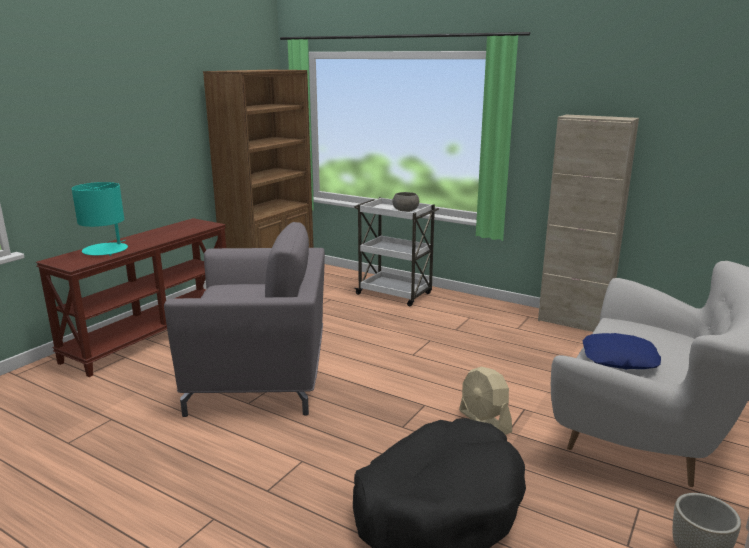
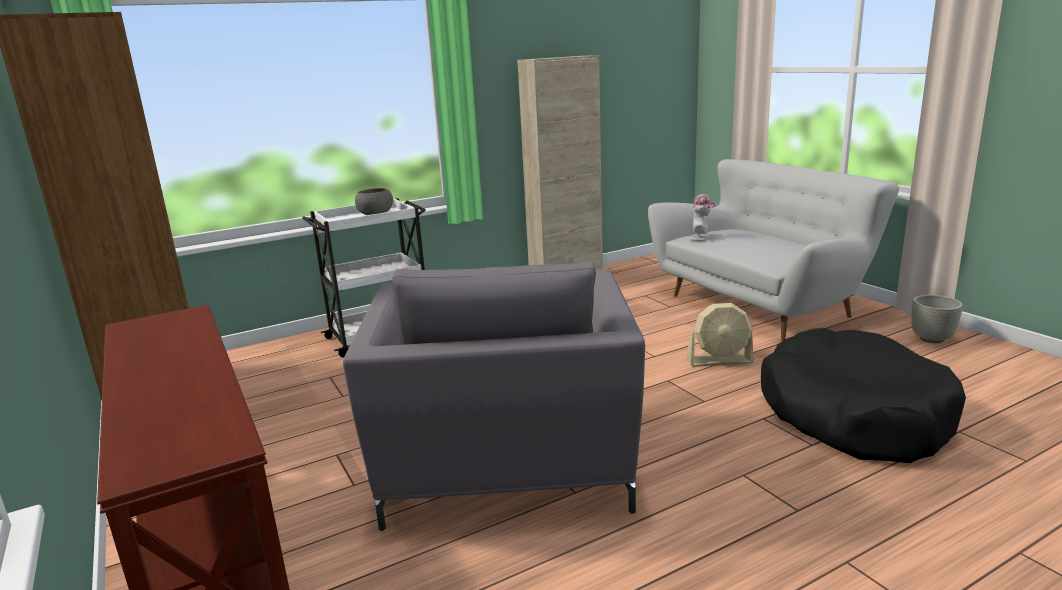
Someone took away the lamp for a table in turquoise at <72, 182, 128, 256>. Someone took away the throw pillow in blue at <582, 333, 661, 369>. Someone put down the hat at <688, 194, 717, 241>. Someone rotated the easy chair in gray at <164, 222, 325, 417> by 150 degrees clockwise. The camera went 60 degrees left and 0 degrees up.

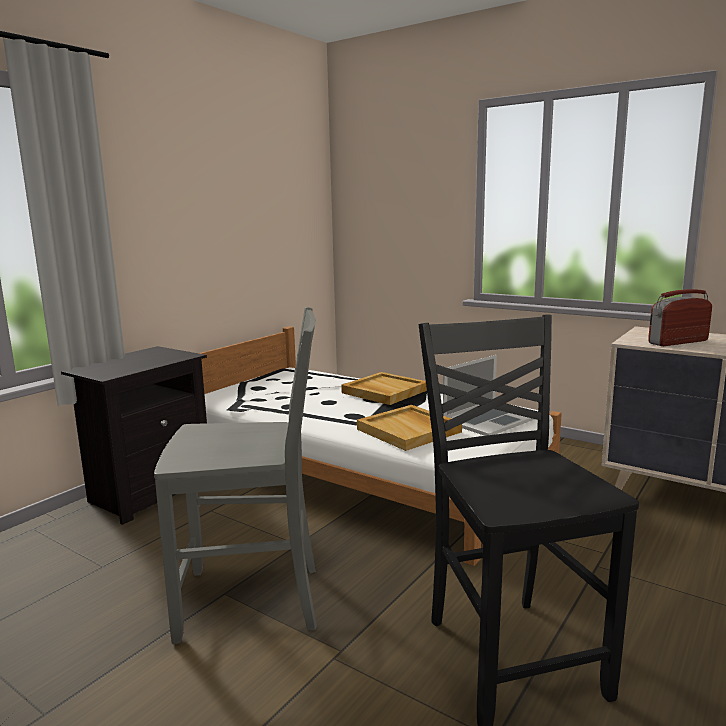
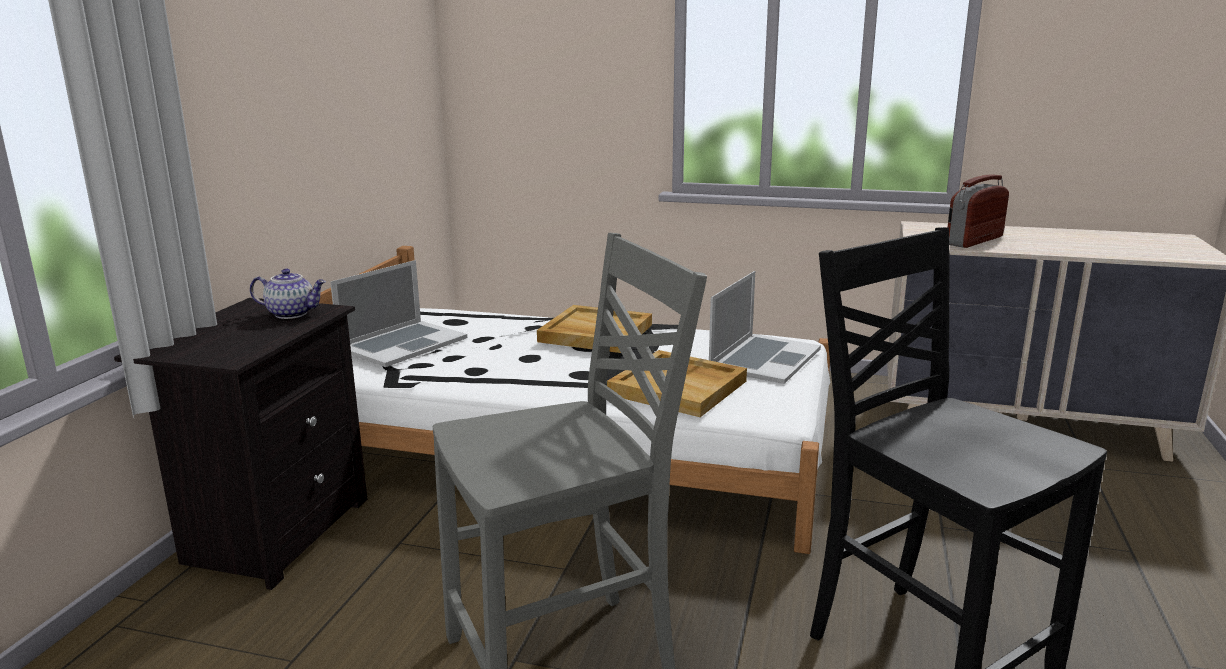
Someone put down the pot for tea at <250, 269, 326, 319>. Someone put down the portable computer at <330, 260, 467, 367>. The camera went 20 degrees left and 5 degrees up.

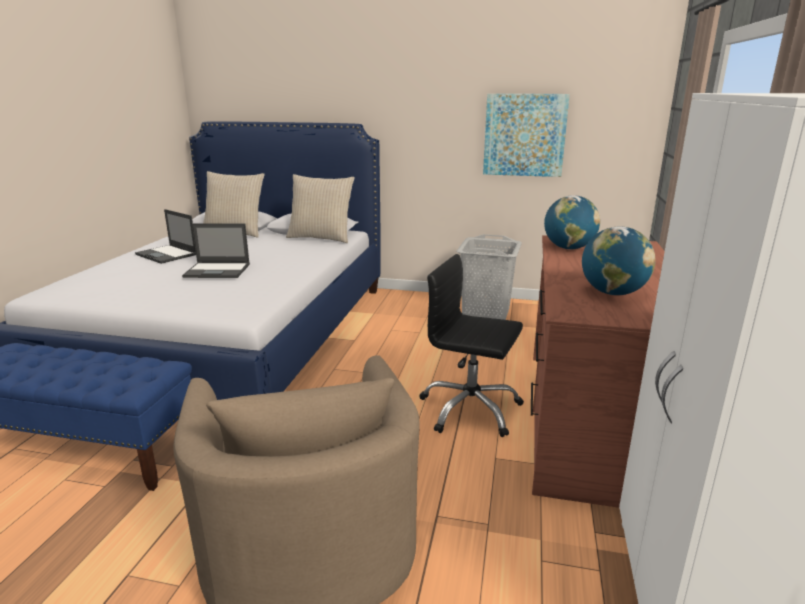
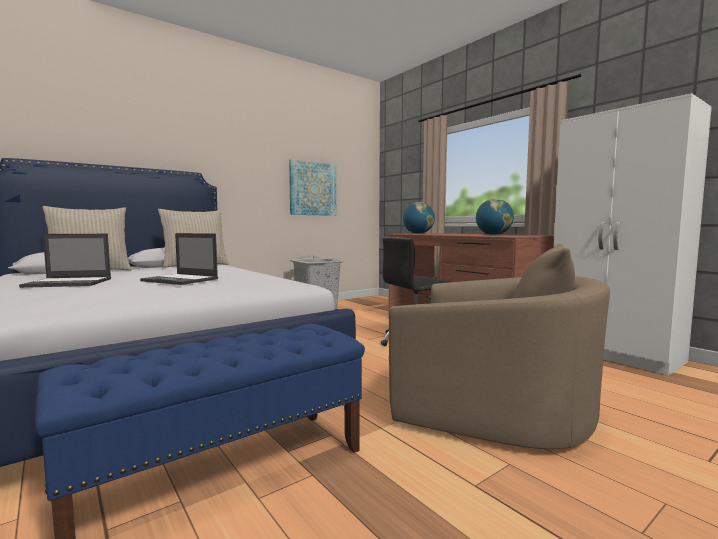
Someone rotated the portable computer at <182, 223, 250, 278> by 75 degrees clockwise. The camera went 50 degrees left and 15 degrees down.

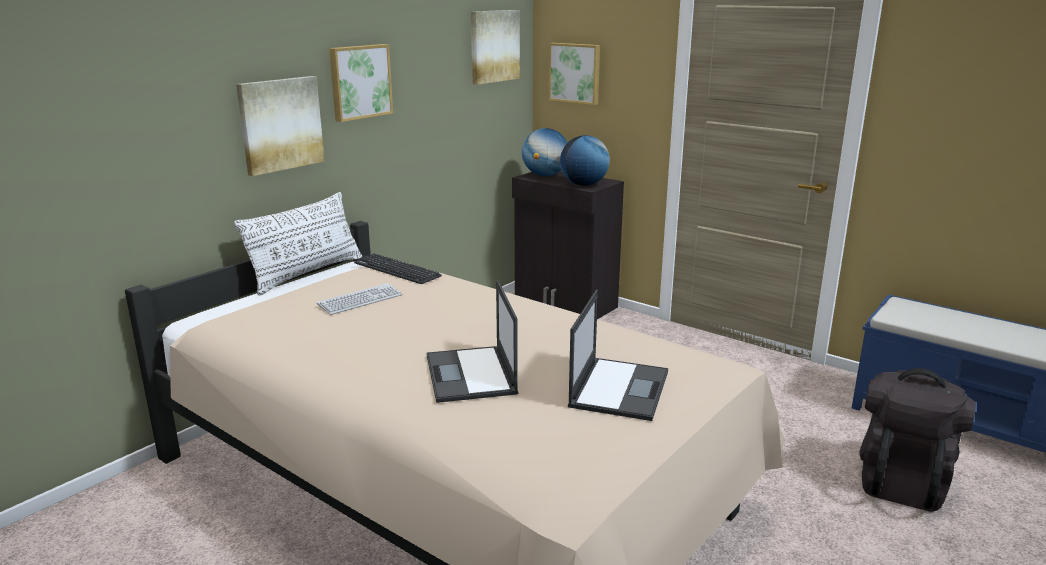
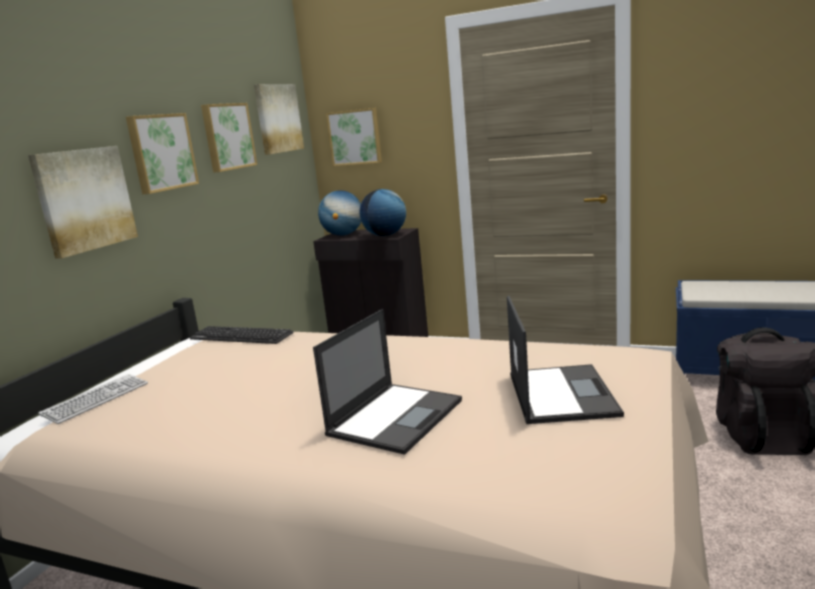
Someone took away the throw pillow in white-coloured at <234, 192, 362, 295>. Someone put up the picture at <201, 103, 257, 173>. Someone carried the keyboard from <317, 283, 402, 315> to <38, 374, 148, 424>. Someone rotated the portable computer at <427, 280, 518, 403> by 120 degrees counterclockwise. The camera went 15 degrees left and 5 degrees down.

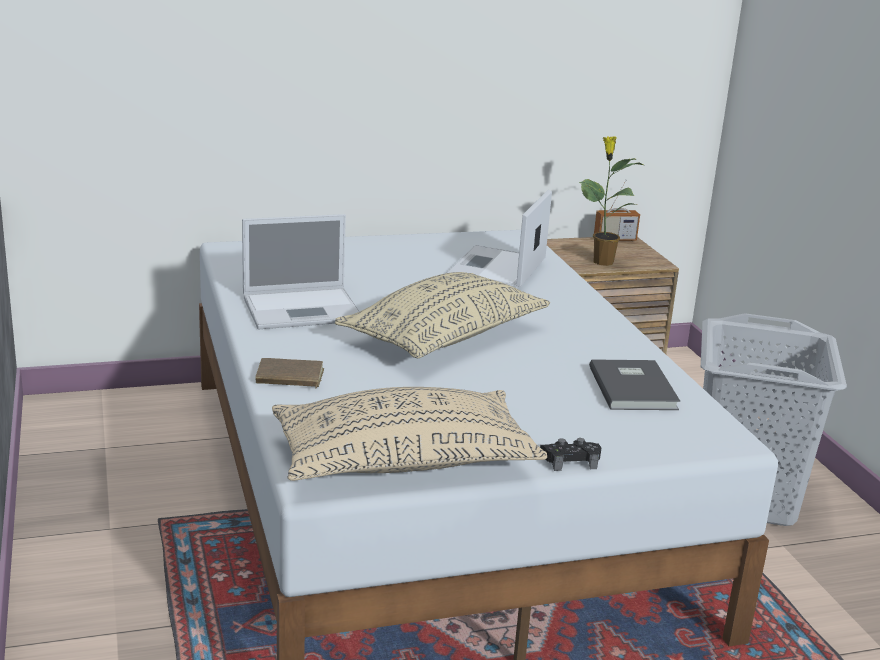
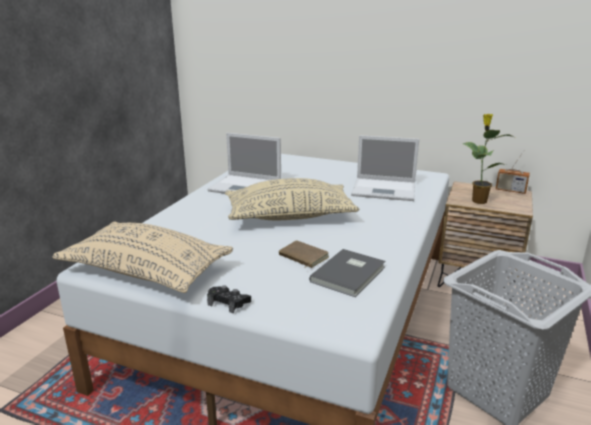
Someone carried the bound book in brown-coloured from <255, 358, 324, 389> to <279, 240, 329, 268>. Someone rotated the portable computer at <447, 190, 552, 289> by 135 degrees counterclockwise. The camera went 40 degrees right and 0 degrees up.

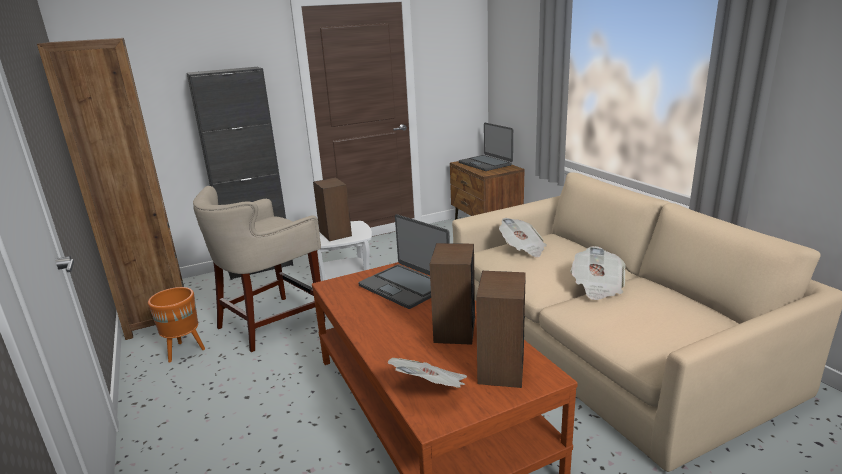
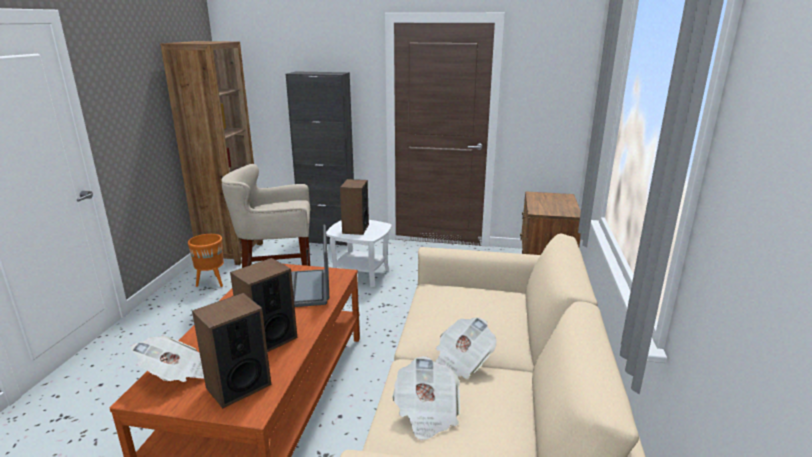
Someone took away the portable computer at <459, 123, 513, 171>. Someone carried the printed paper from <499, 218, 547, 258> to <392, 356, 460, 440>. The camera went 35 degrees right and 0 degrees up.

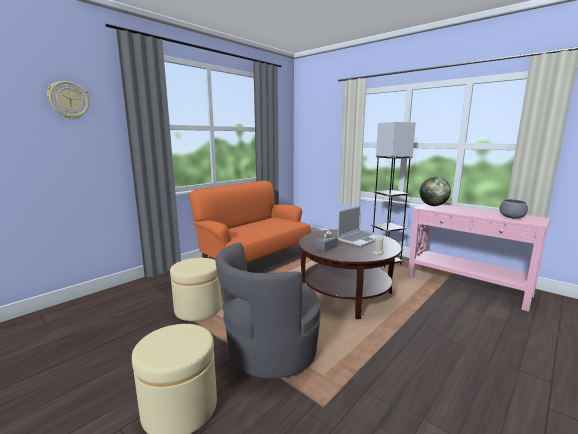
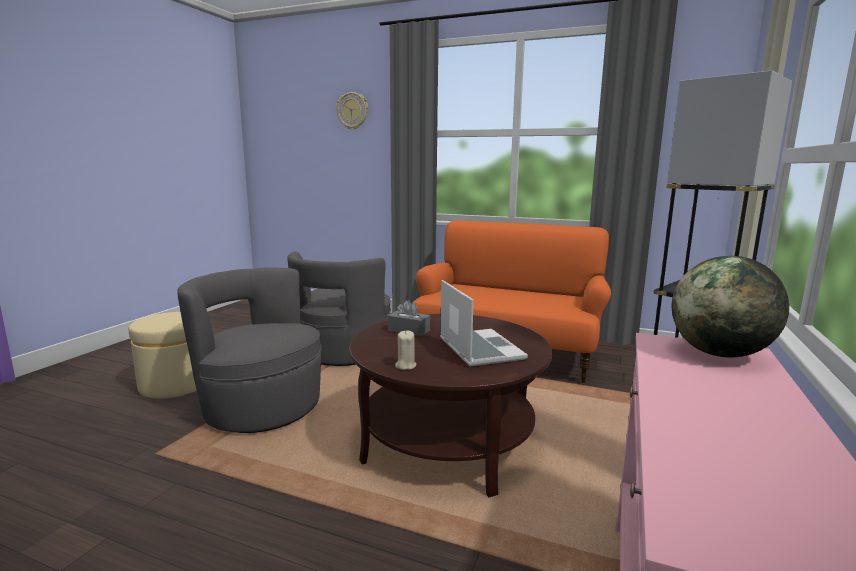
Someone took away the bowl in gray at <499, 199, 528, 219>. Someone swapped the pouffe in sand-coloured at <170, 258, 222, 321> for the easy chair in gray at <287, 251, 391, 366>. Someone rotated the portable computer at <337, 206, 383, 247> by 135 degrees counterclockwise. The camera went 70 degrees right and 0 degrees up.

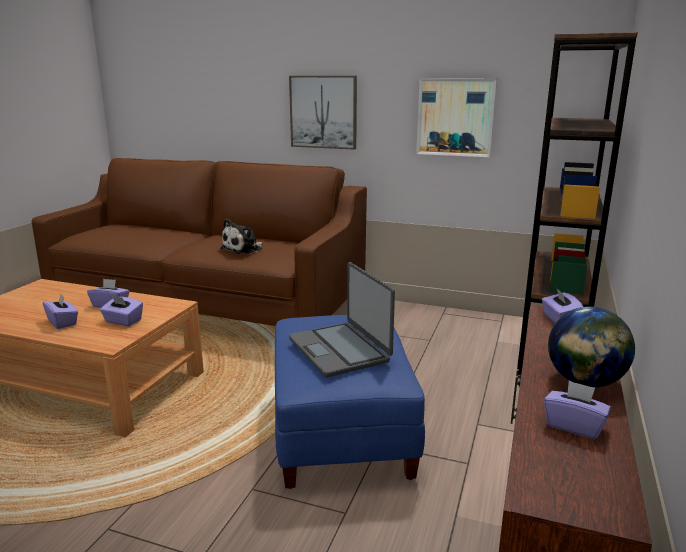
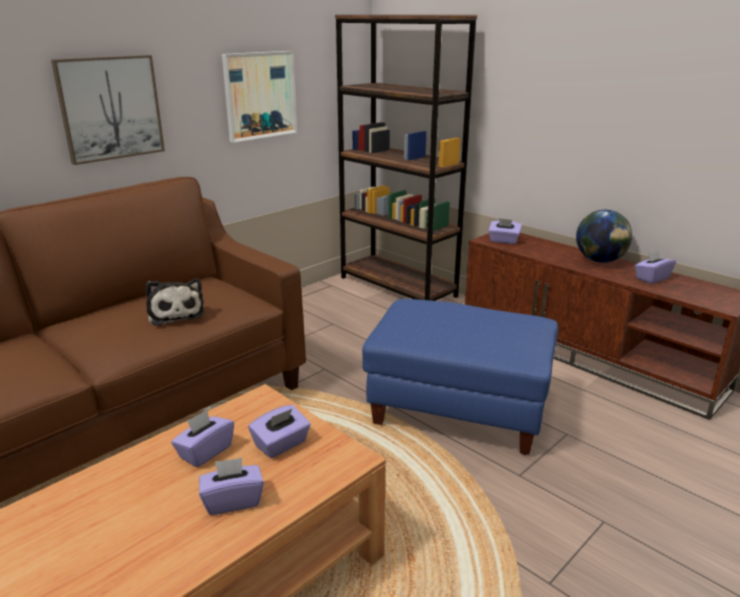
Someone took away the portable computer at <289, 262, 395, 377>. The camera went 65 degrees left and 5 degrees up.

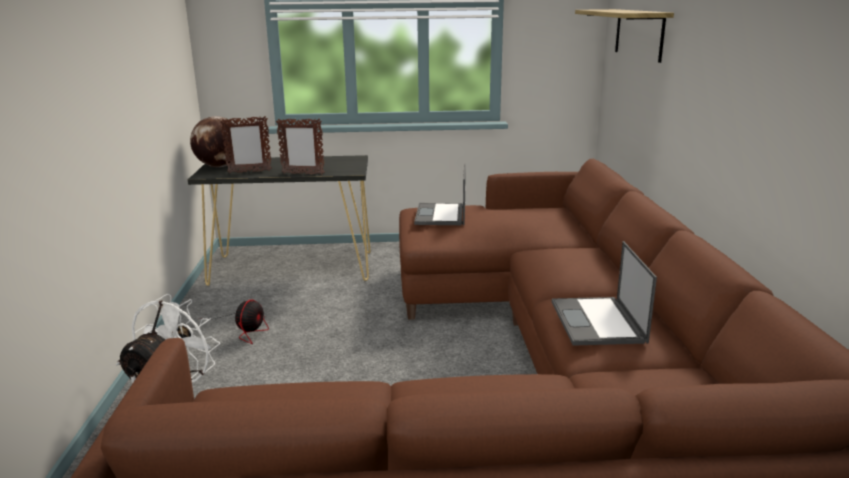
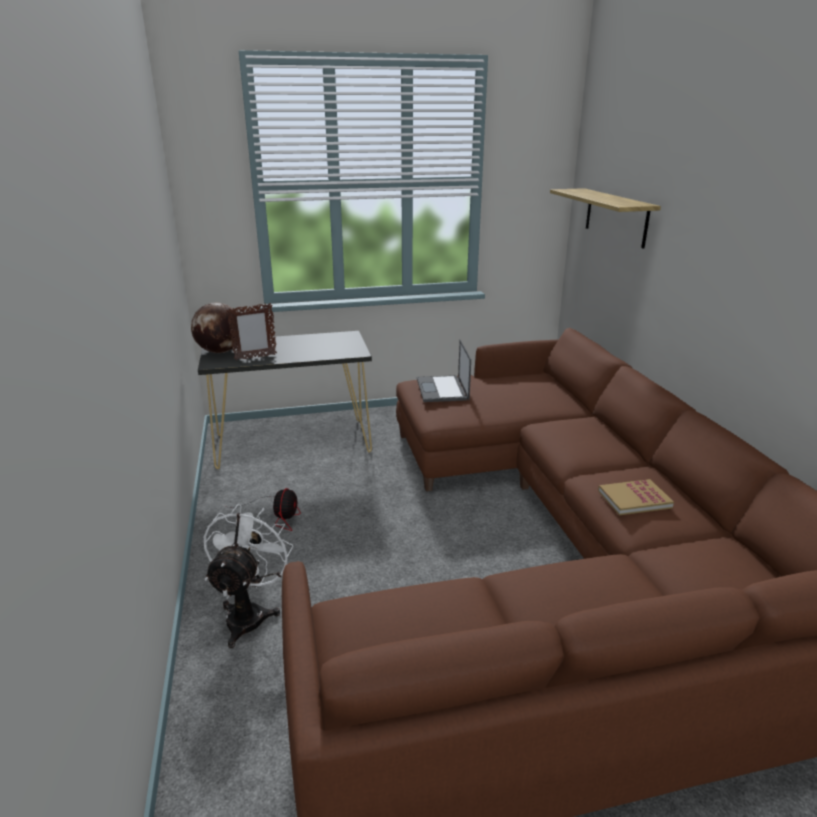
Someone took away the photo frame at <276, 118, 325, 175>. Someone swapped the portable computer at <552, 241, 657, 346> for the bound book at <598, 479, 674, 515>. The camera went 10 degrees left and 5 degrees up.

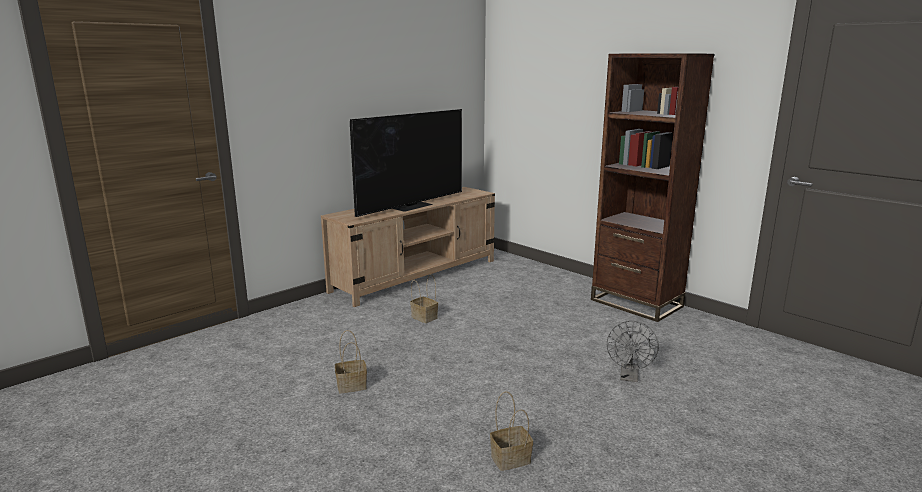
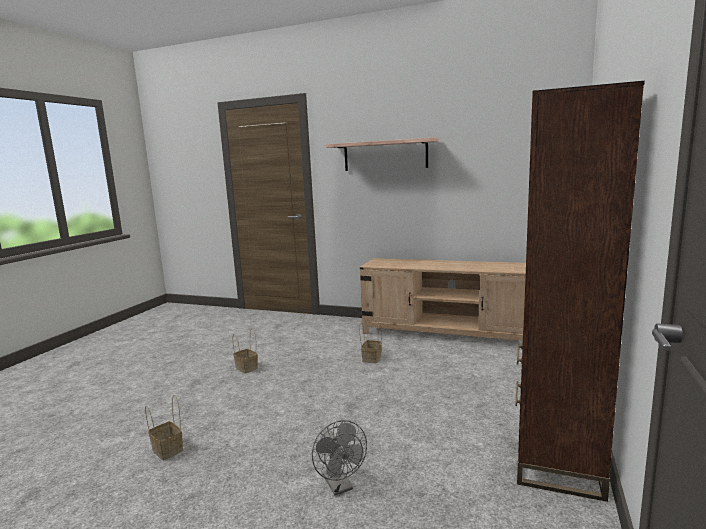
Someone took away the TV set at <350, 109, 462, 217>. Someone put up the bracket shelf at <326, 138, 439, 171>. Someone rotated the cooling fan in gray at <607, 321, 659, 382> by 105 degrees counterclockwise. The camera went 65 degrees right and 5 degrees down.

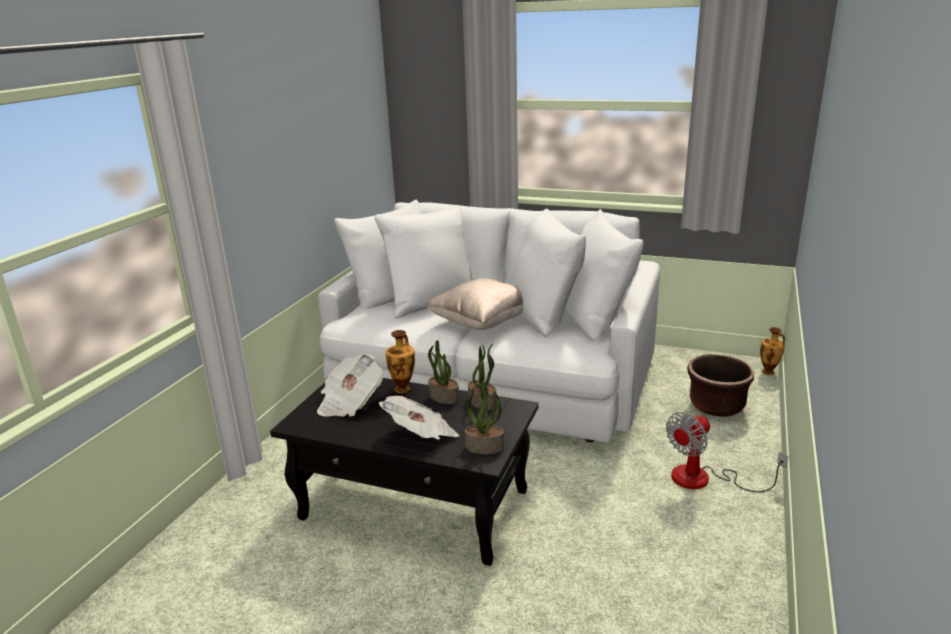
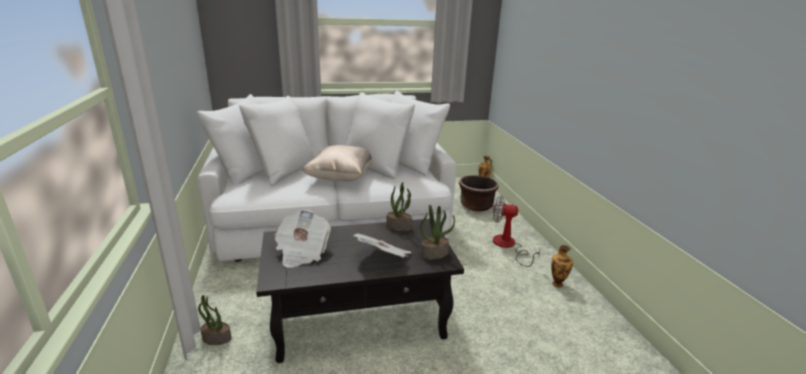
Someone carried the vase from <386, 330, 415, 393> to <551, 245, 573, 288>. Someone carried the plant in a pot from <428, 340, 459, 404> to <198, 295, 231, 345>. Someone rotated the cooling fan at <666, 412, 788, 492> by 90 degrees clockwise. The camera went 35 degrees left and 0 degrees up.

